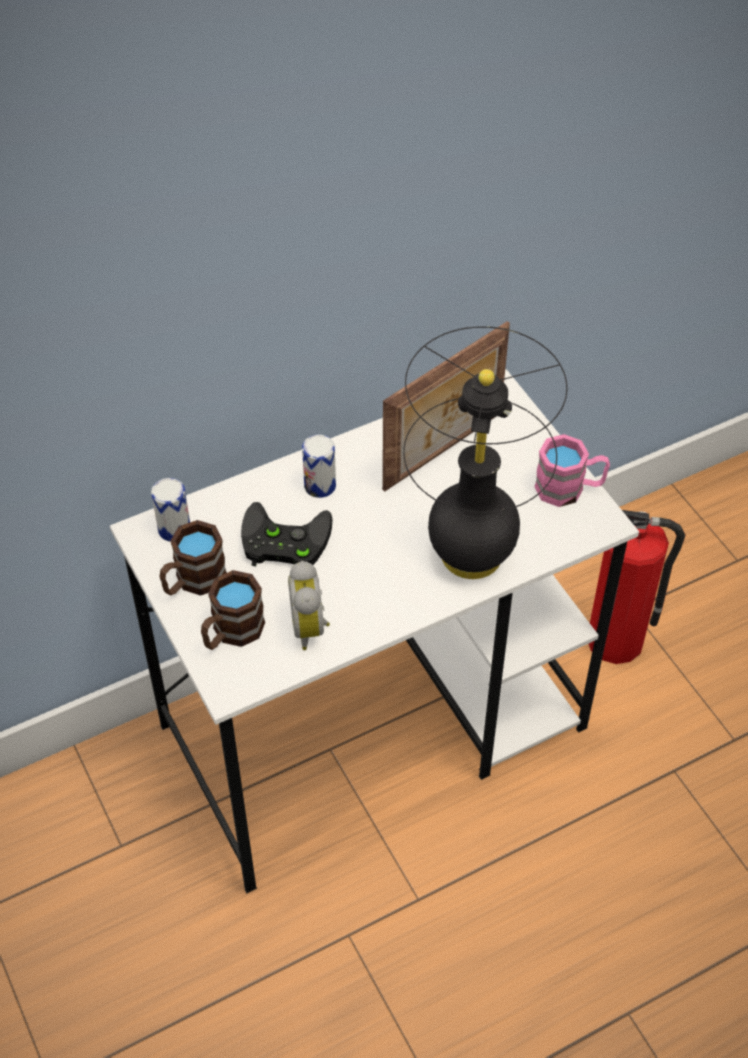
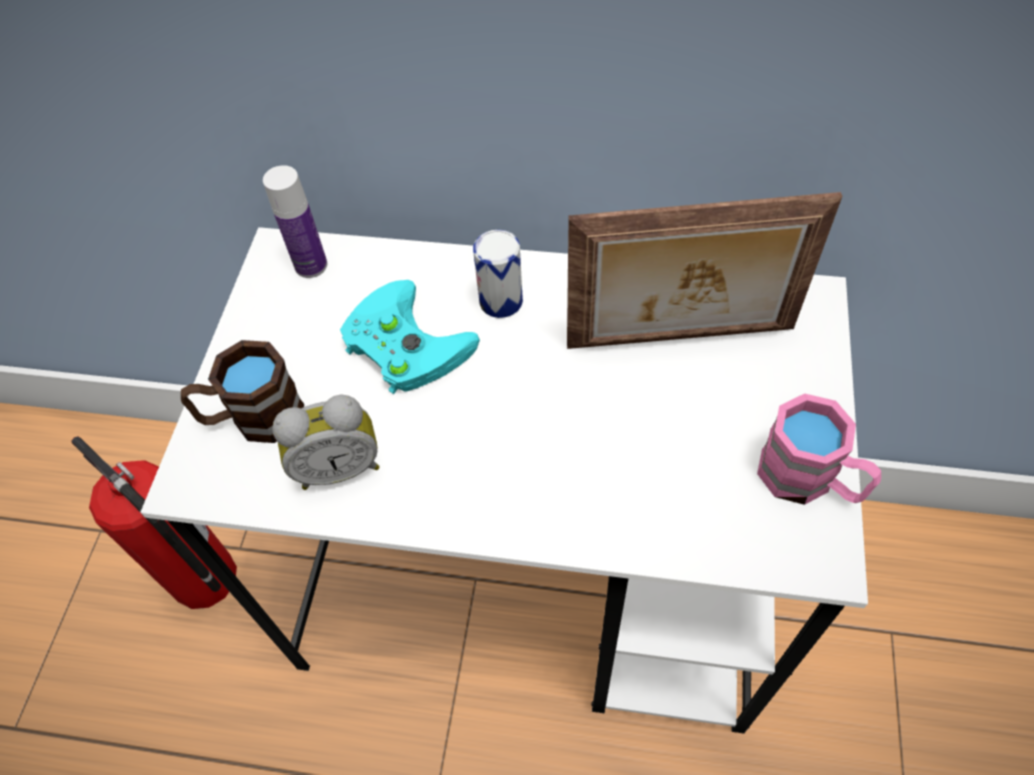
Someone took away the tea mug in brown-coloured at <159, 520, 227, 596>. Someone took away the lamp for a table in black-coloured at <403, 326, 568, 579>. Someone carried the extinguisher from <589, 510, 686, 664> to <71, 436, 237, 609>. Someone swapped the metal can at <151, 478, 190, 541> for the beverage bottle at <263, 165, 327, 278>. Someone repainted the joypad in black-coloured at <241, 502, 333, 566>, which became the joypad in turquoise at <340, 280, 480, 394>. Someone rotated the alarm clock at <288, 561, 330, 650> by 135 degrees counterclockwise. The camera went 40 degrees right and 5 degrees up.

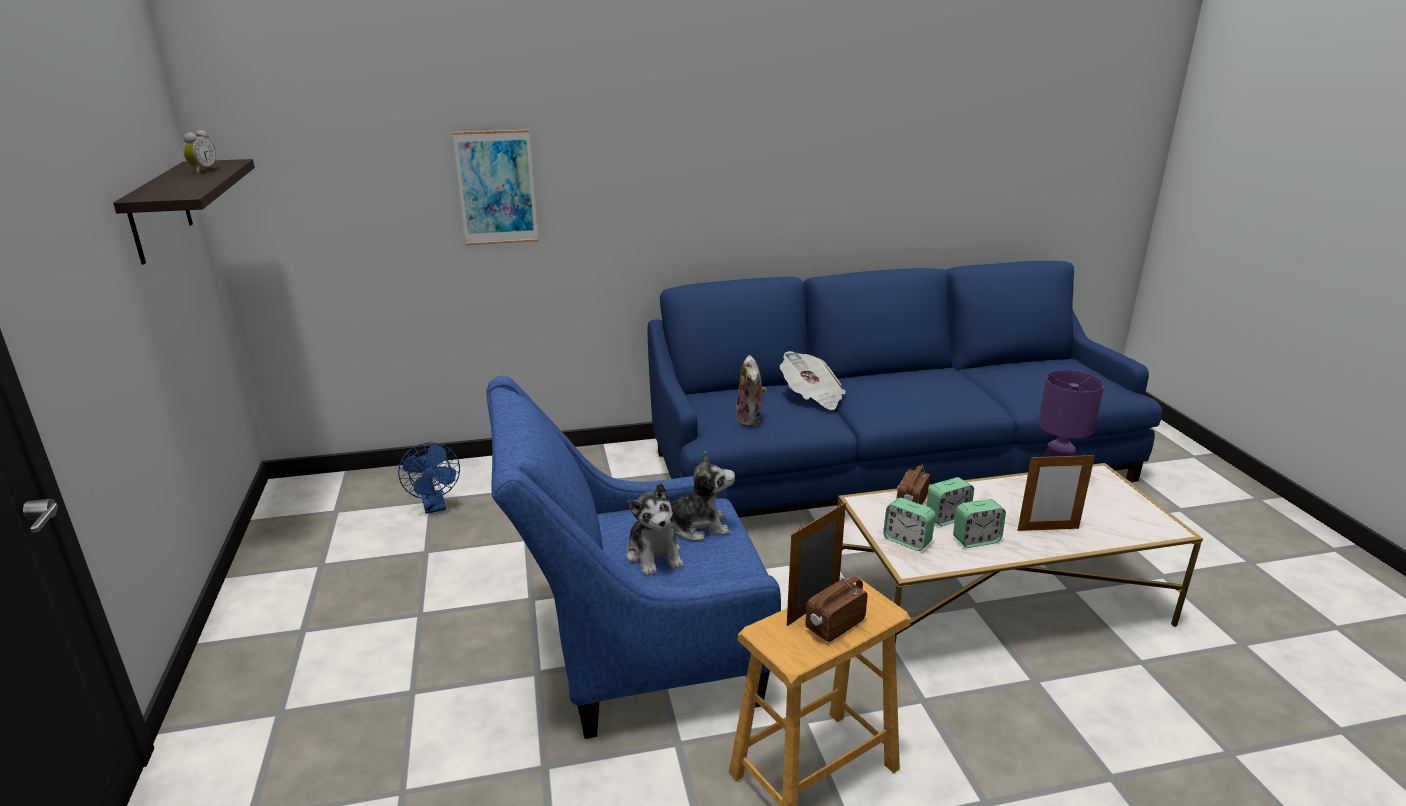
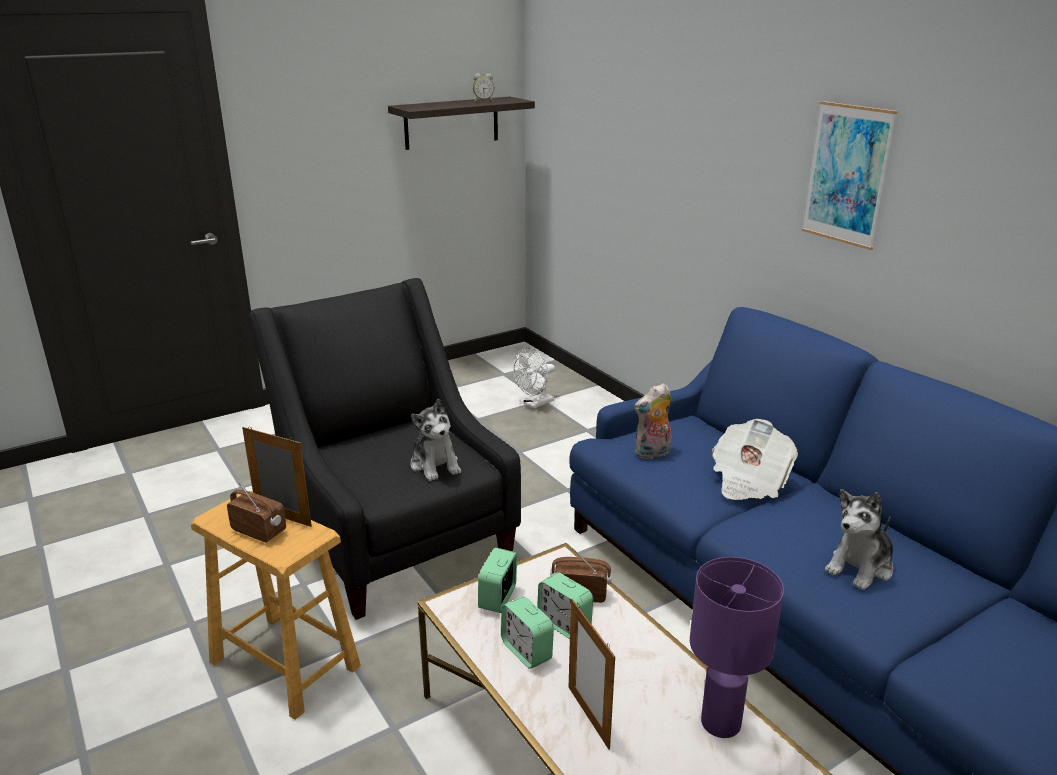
Someone carried the picture from <452, 130, 538, 245> to <802, 101, 898, 250>. Someone carried the cuddly toy from <626, 483, 683, 576> to <825, 489, 894, 590>. Someone repainted the cooling fan in blue at <398, 442, 460, 514>, which became the cooling fan in white-coloured at <513, 347, 555, 409>. Someone repainted the easy chair in blue at <486, 375, 781, 739>, which became the easy chair in black-coloured at <249, 278, 521, 620>. The camera went 70 degrees right and 0 degrees up.

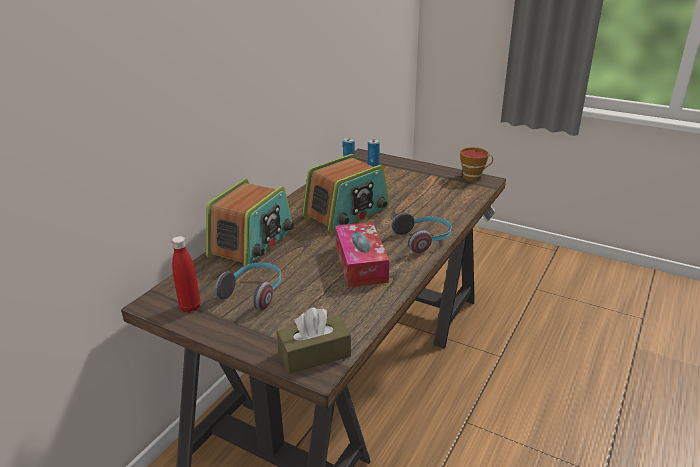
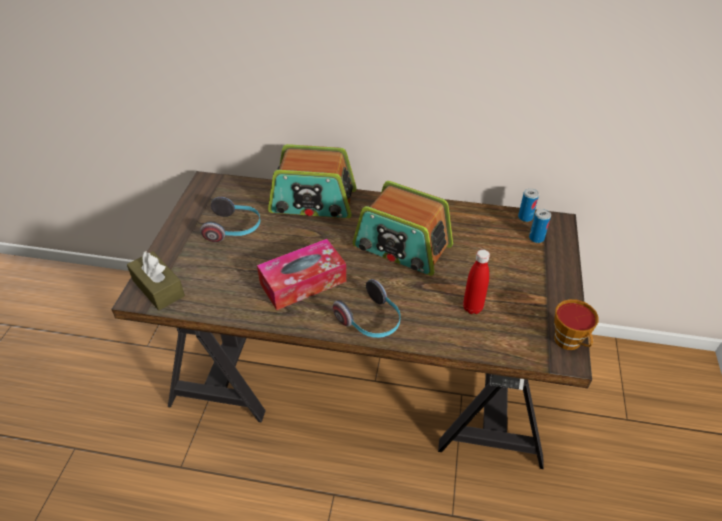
Someone carried the beverage bottle in red-coloured from <171, 236, 201, 313> to <463, 249, 490, 314>. The camera went 70 degrees right and 15 degrees up.

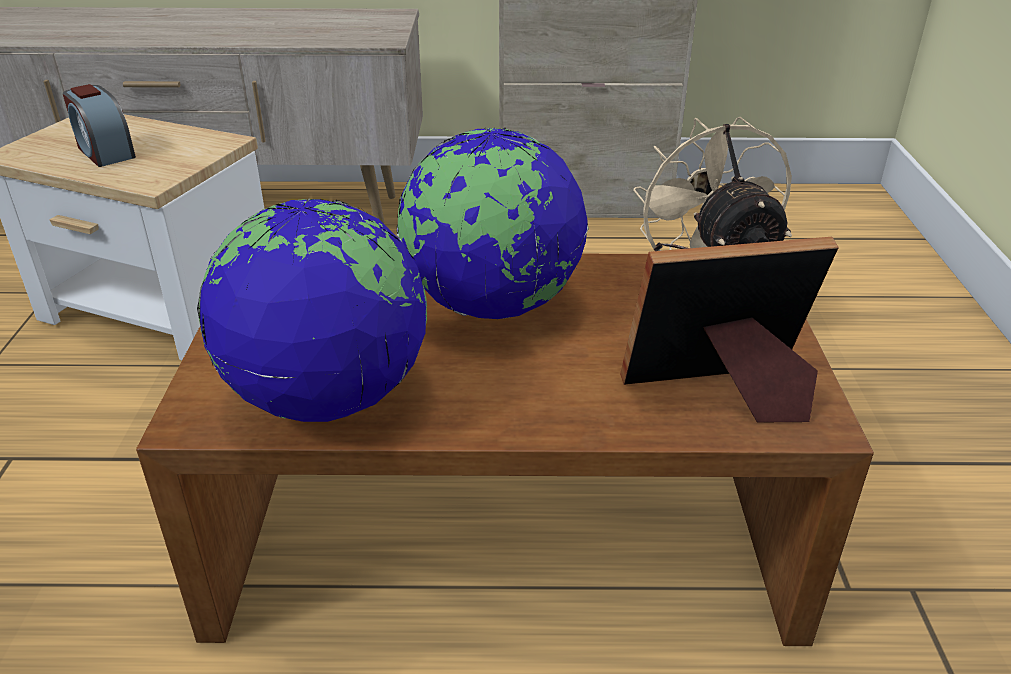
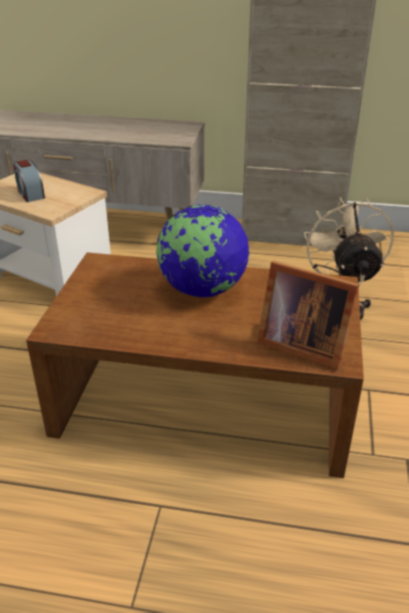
Someone took away the desk globe at <197, 198, 427, 422>. Someone rotated the photo frame at <620, 237, 838, 423> by 150 degrees counterclockwise. The camera went 10 degrees right and 0 degrees up.

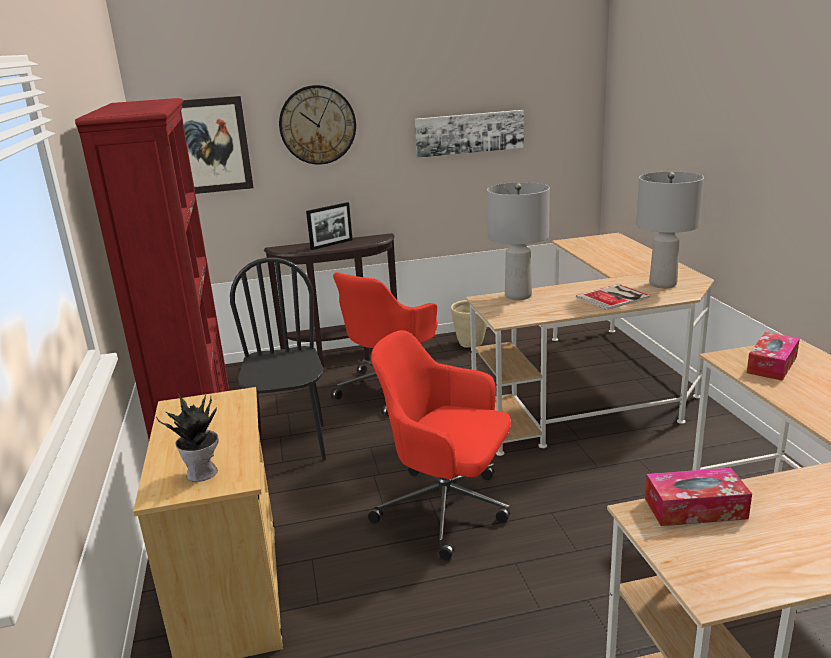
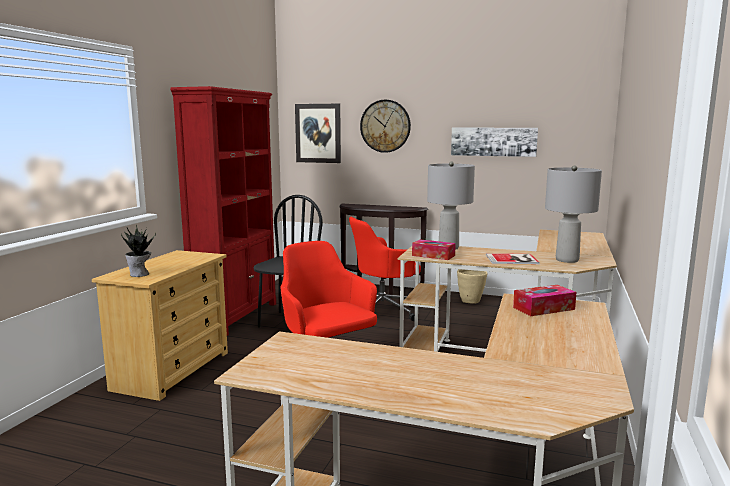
Someone took away the photo frame at <306, 202, 353, 250>. Someone carried the box of tissues from <645, 468, 752, 526> to <412, 239, 456, 260>. The camera went 30 degrees right and 10 degrees down.

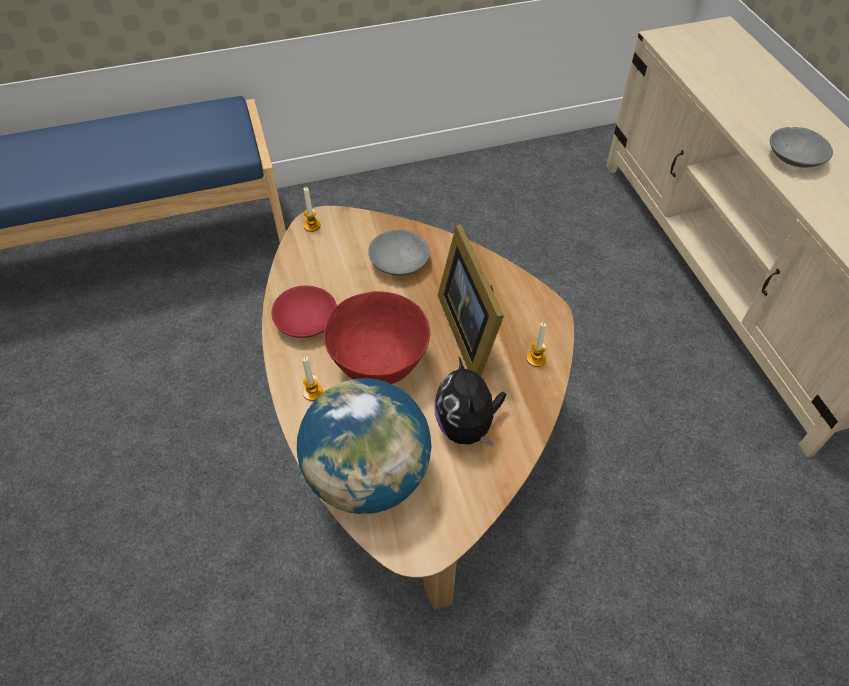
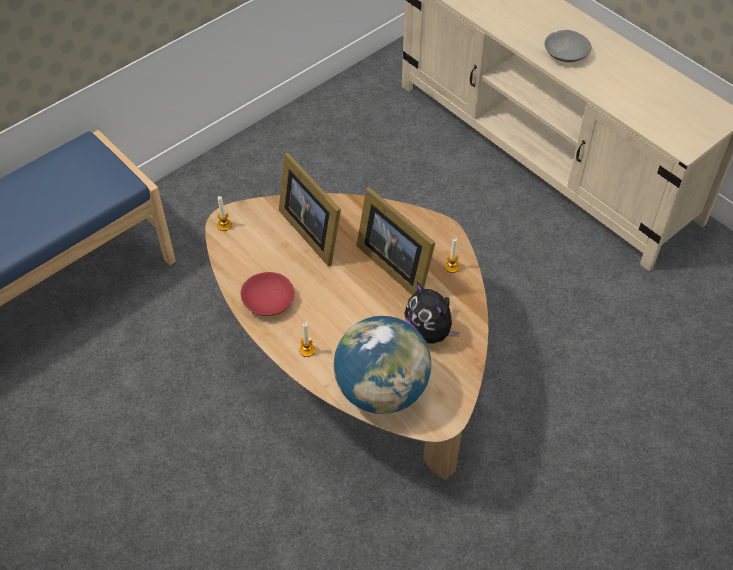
Someone took away the bowl in red-coloured at <324, 291, 430, 384>. Someone swapped the bowl in gray at <368, 230, 430, 276> for the photo frame at <279, 153, 341, 267>. The camera went 25 degrees left and 0 degrees up.

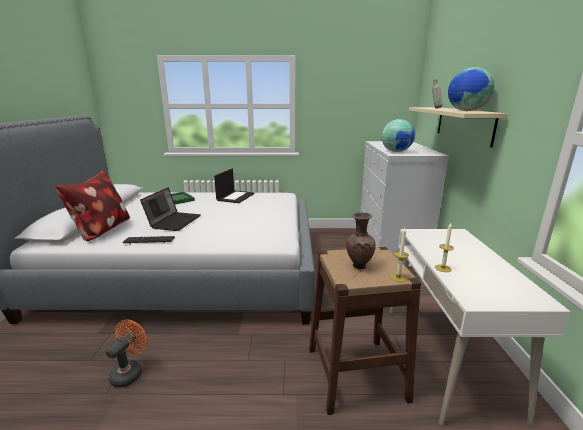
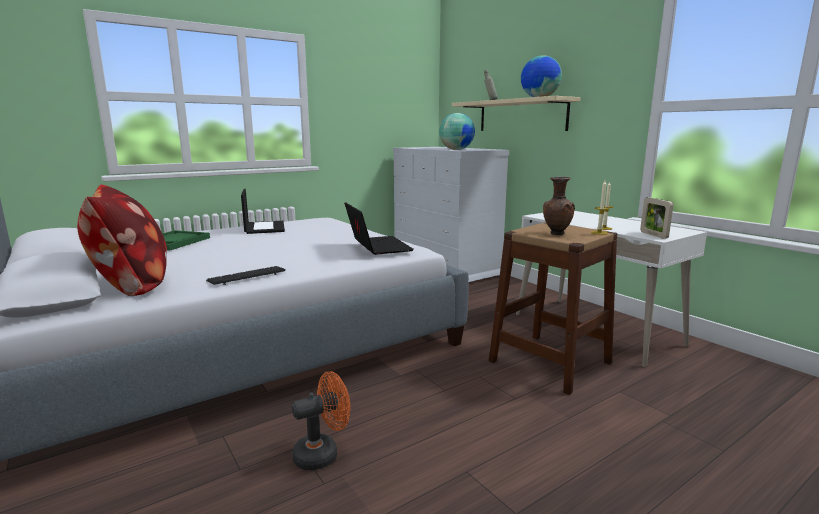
Someone put down the photo frame at <640, 197, 673, 239>. Someone carried the portable computer from <140, 188, 201, 231> to <344, 202, 414, 255>. Someone rotated the cooling fan in orangey at <106, 320, 148, 387> by 75 degrees clockwise. The camera went 35 degrees left and 5 degrees down.

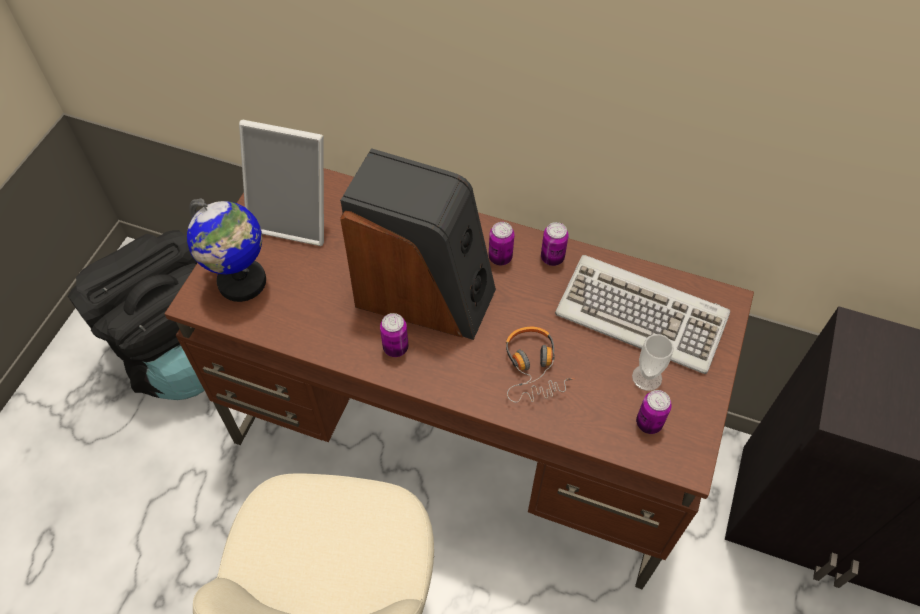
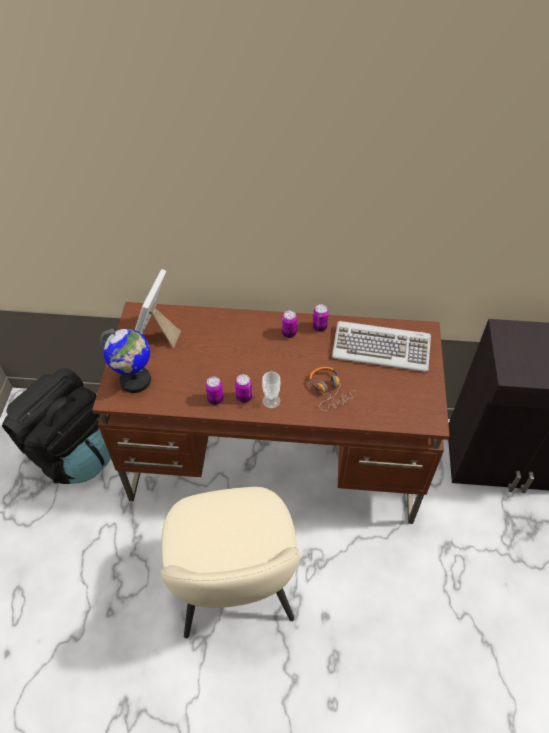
Someone took away the speaker at <340, 148, 496, 340>. Someone carried the small cup from <632, 334, 674, 391> to <262, 371, 281, 408>. Someone carried the metal can from <636, 390, 672, 434> to <206, 376, 224, 405>. Someone rotated the photo frame at <239, 120, 324, 246> by 105 degrees clockwise. The camera went 15 degrees left and 5 degrees down.

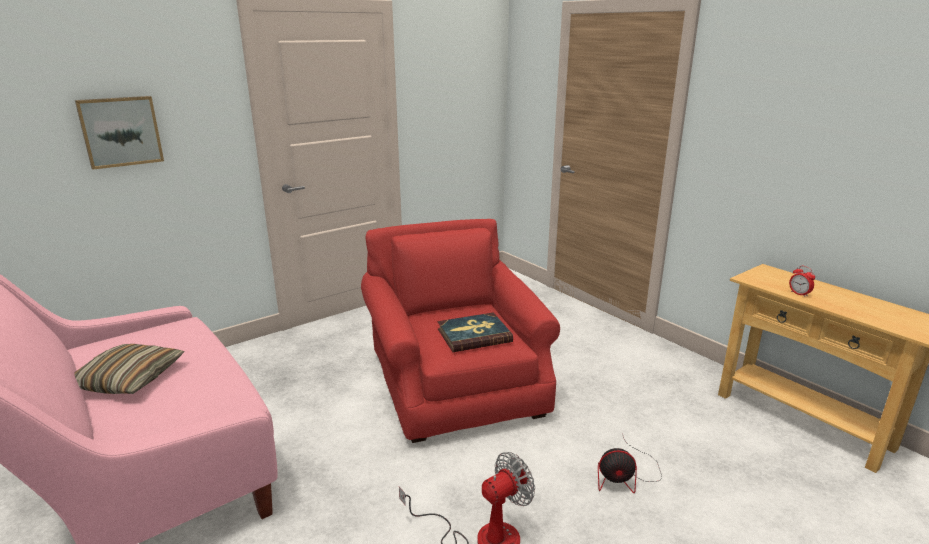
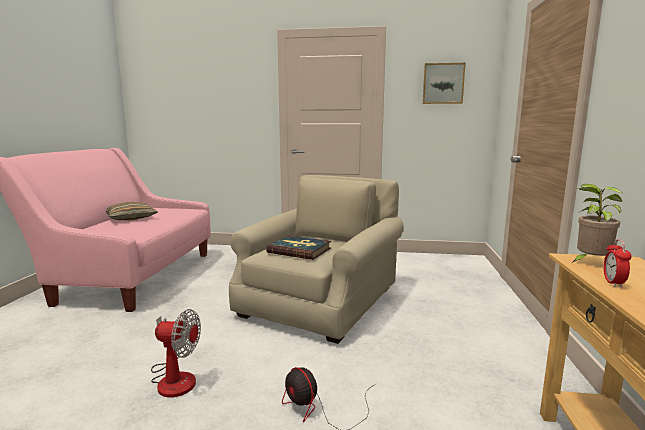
Someone put down the plant in a pot at <572, 184, 622, 263>. Someone carried the picture from <75, 96, 164, 170> to <423, 63, 466, 104>. Someone repainted the easy chair in red-coloured at <361, 219, 560, 443>, which became the easy chair in sand-coloured at <229, 175, 404, 344>. The camera went 45 degrees right and 10 degrees down.

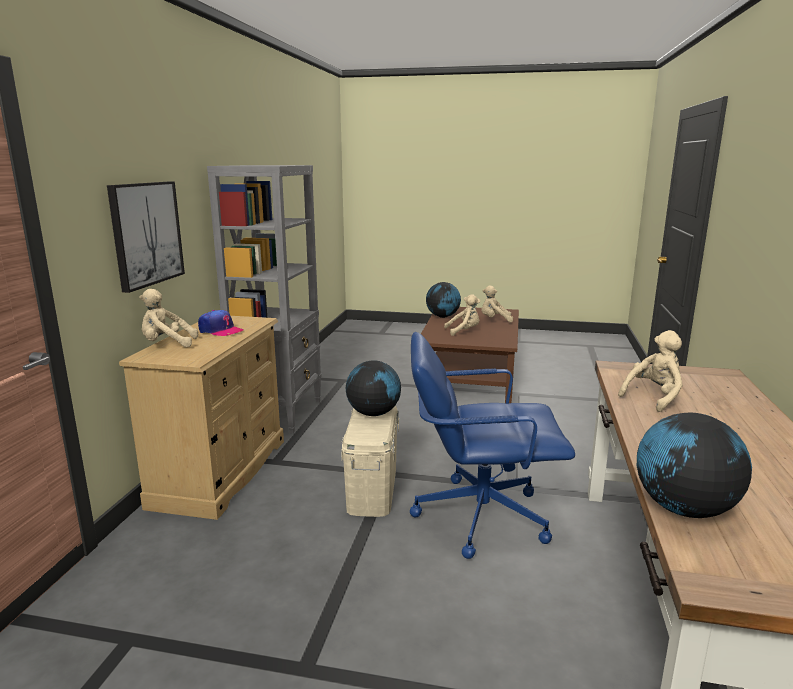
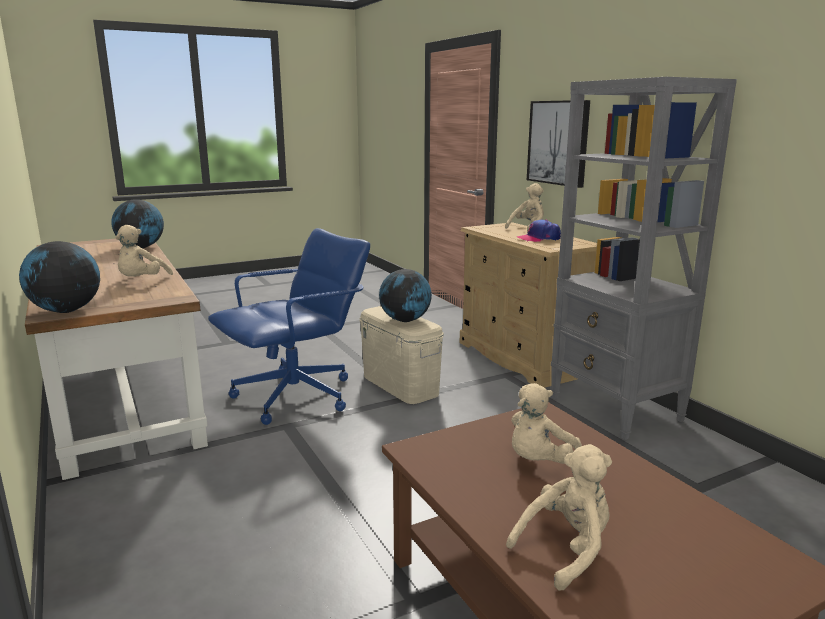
Someone carried the desk globe from <426, 282, 461, 318> to <19, 241, 100, 313>. The camera went 140 degrees right and 0 degrees up.

